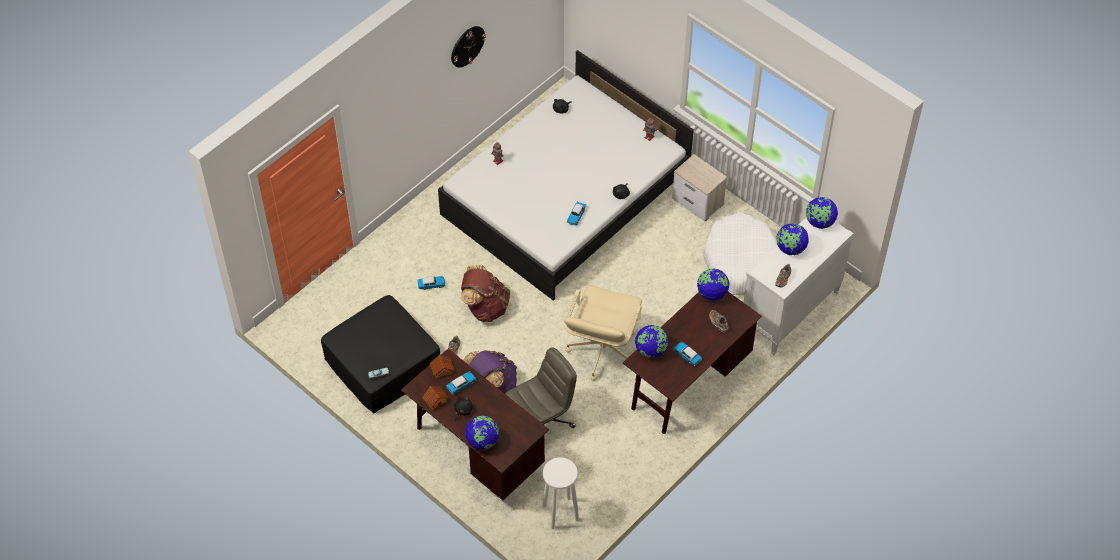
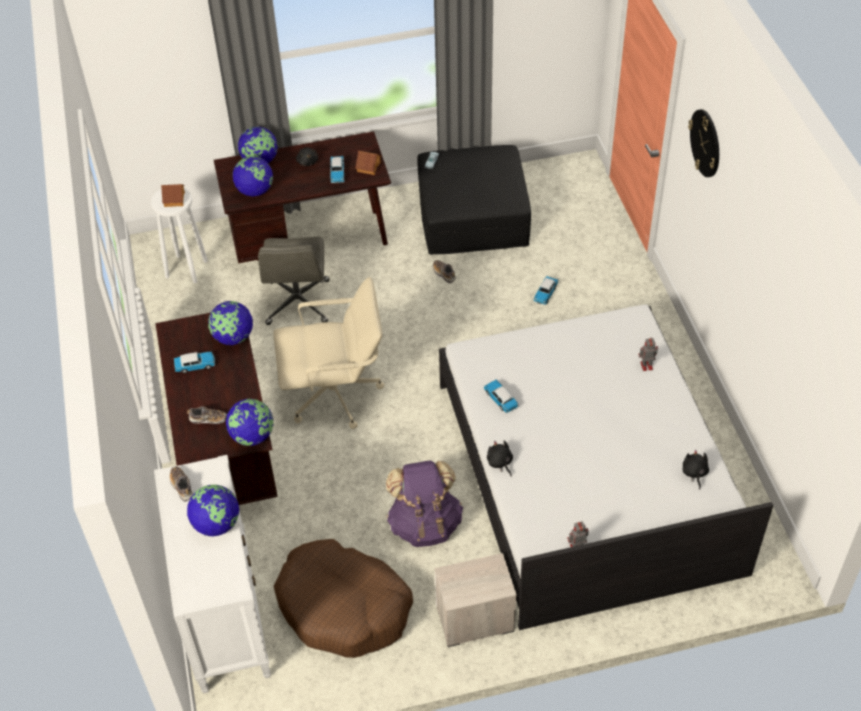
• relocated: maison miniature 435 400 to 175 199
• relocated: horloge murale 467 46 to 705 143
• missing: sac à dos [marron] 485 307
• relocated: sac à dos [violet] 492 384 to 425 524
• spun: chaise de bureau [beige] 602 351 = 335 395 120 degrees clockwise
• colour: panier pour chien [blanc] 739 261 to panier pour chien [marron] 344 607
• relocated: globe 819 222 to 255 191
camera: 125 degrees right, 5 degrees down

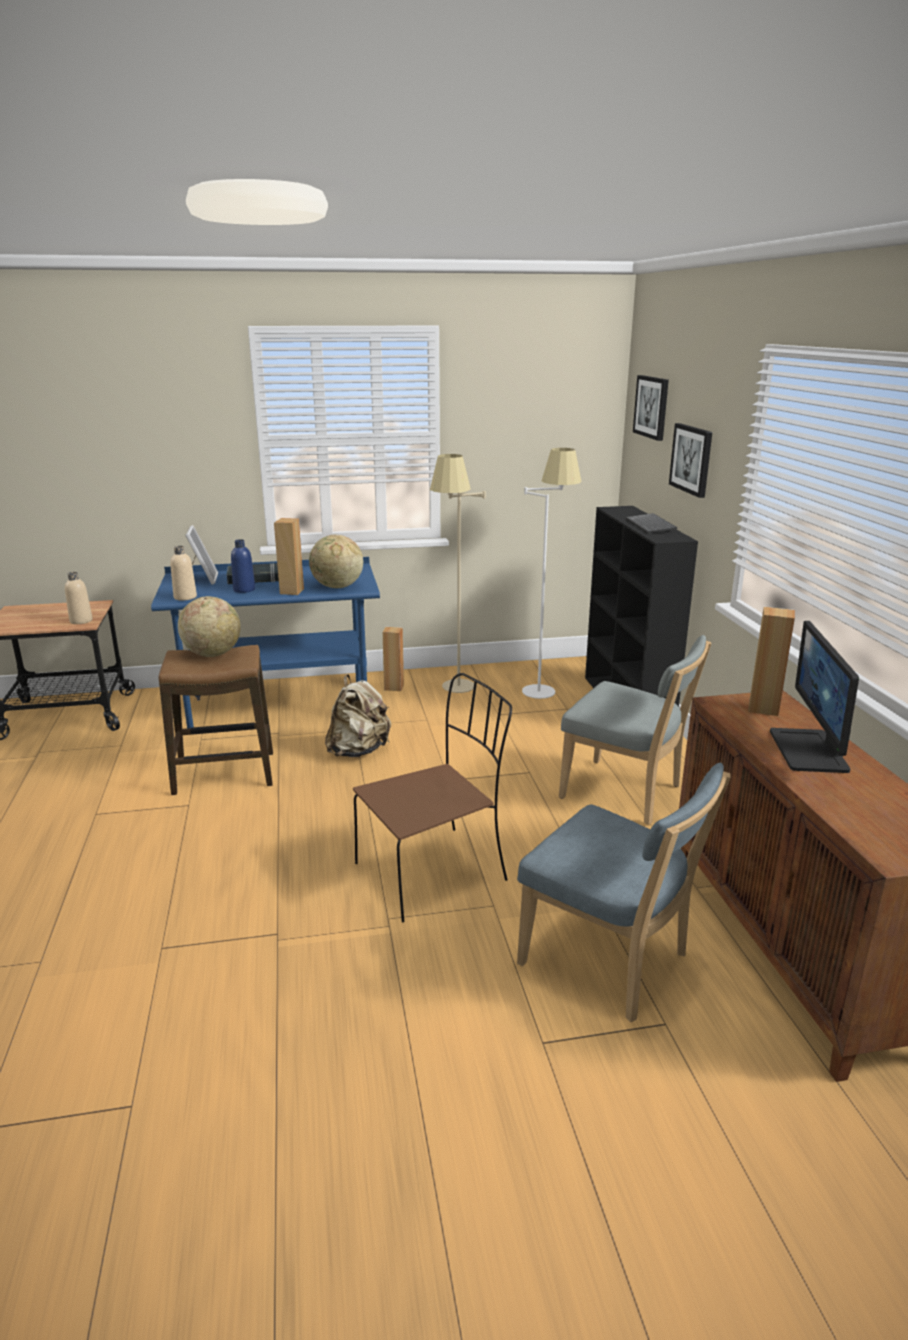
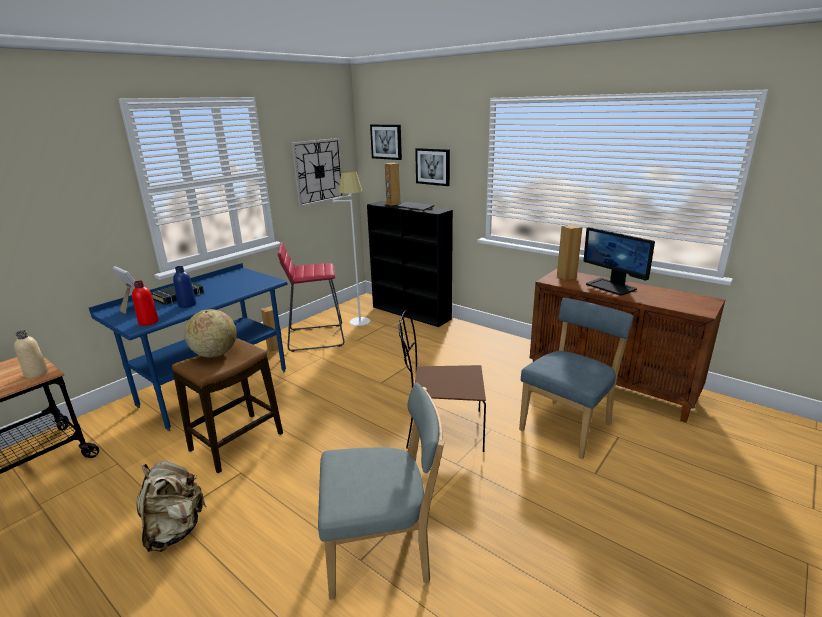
• colour: bouteille [beige] 185 597 to bouteille [rouge] 148 322
• relocated: enceinte [marron] 291 591 to 393 204
• missing: globe 337 587
• relocated: sac à dos [beige] 358 751 to 175 530
• spun: chaise [marron] 433 871 = 442 429 105 degrees counterclockwise
• exchanged: lampadaire [beige] 455 692 to tabouret [rouge] 315 337
• spun: chaise [bleu] 610 963 = 568 425 45 degrees counterclockwise
• relocated: chaise [gris] 626 794 to 383 551
• appeared: horloge murale 318 171
camera: 40 degrees left, 0 degrees up

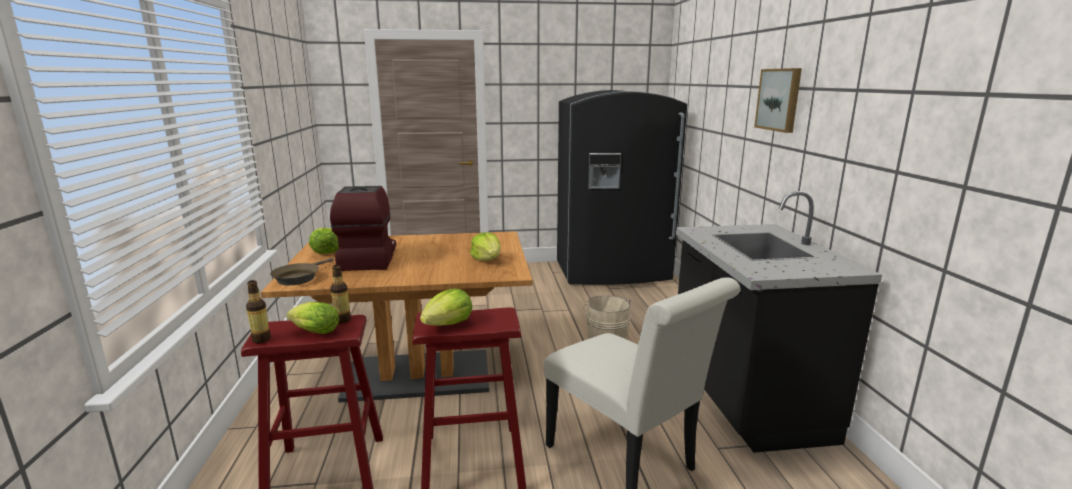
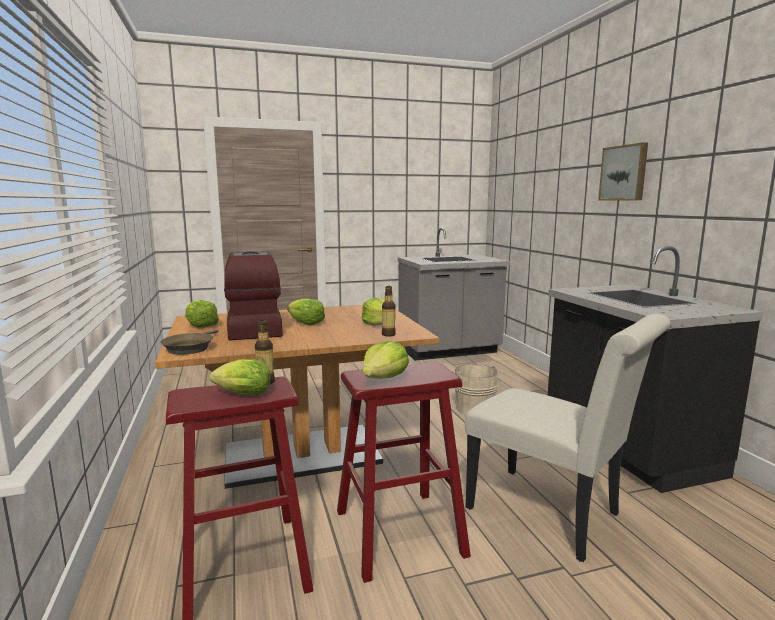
• relocated: bouteille 261 339 to 388 334
• exchanged: réfrigérateur [noir] 613 272 to comptoir de cuisine [gris] 449 351
• appeared: laitue 305 323
camera: 10 degrees left, 5 degrees down

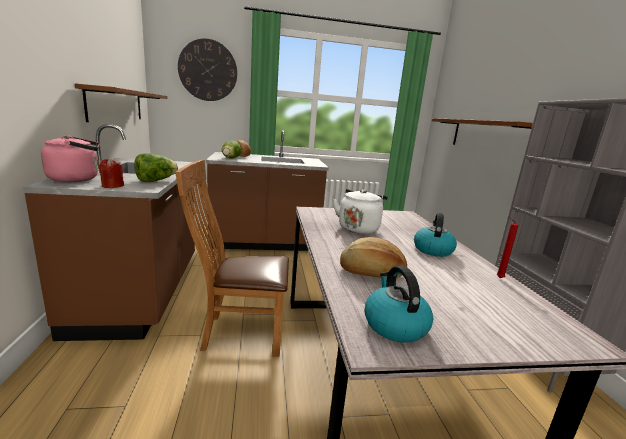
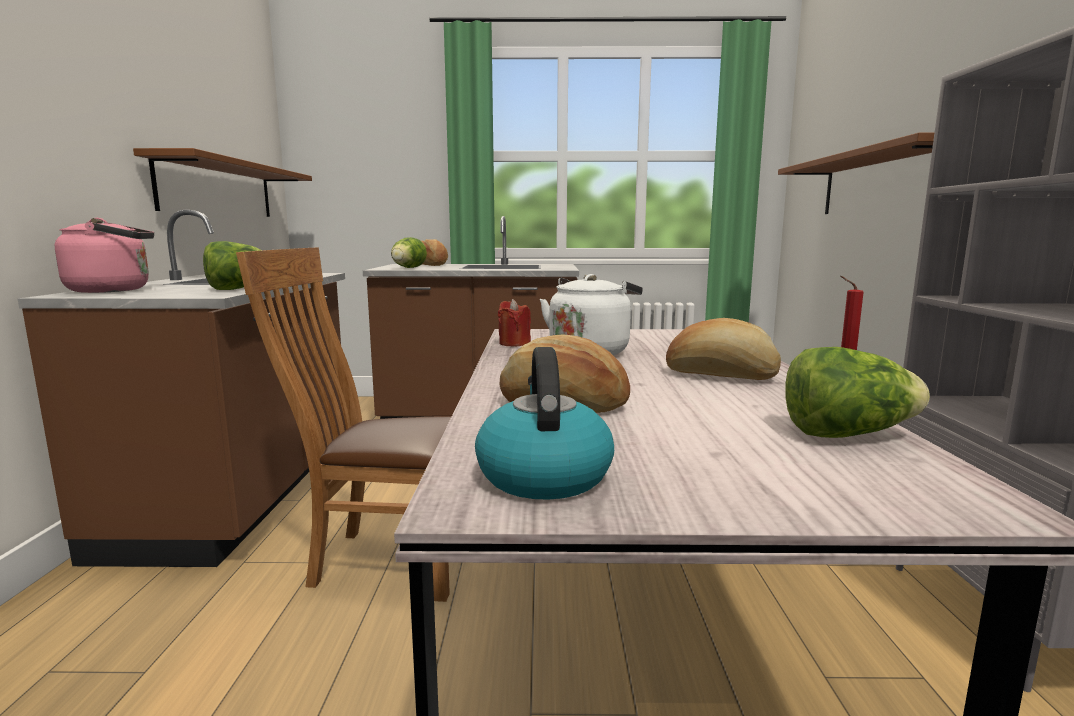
• relocated: bougie [rouge] 112 186 to 514 343
• missing: horloge murale 208 70
• exchanged: bouilloire 432 250 to pain 720 375
• appeared: laitue 846 434
camera: 10 degrees right, 5 degrees down

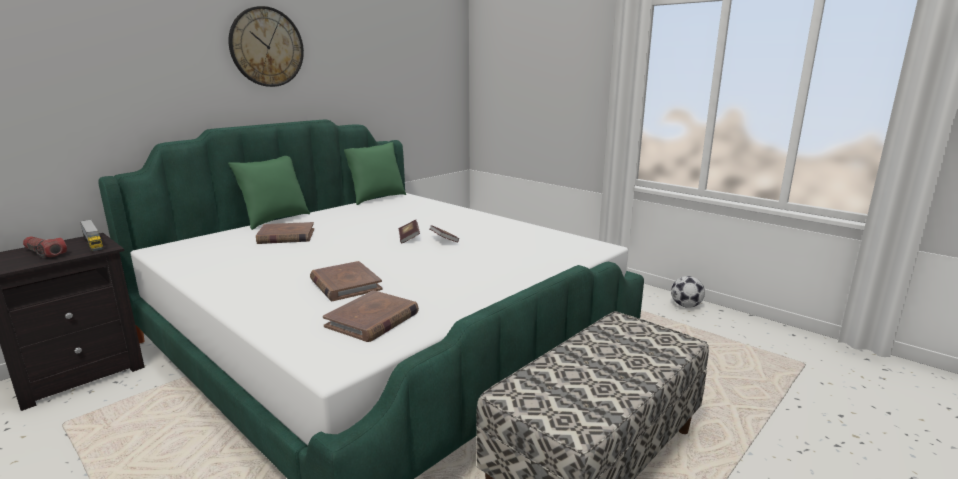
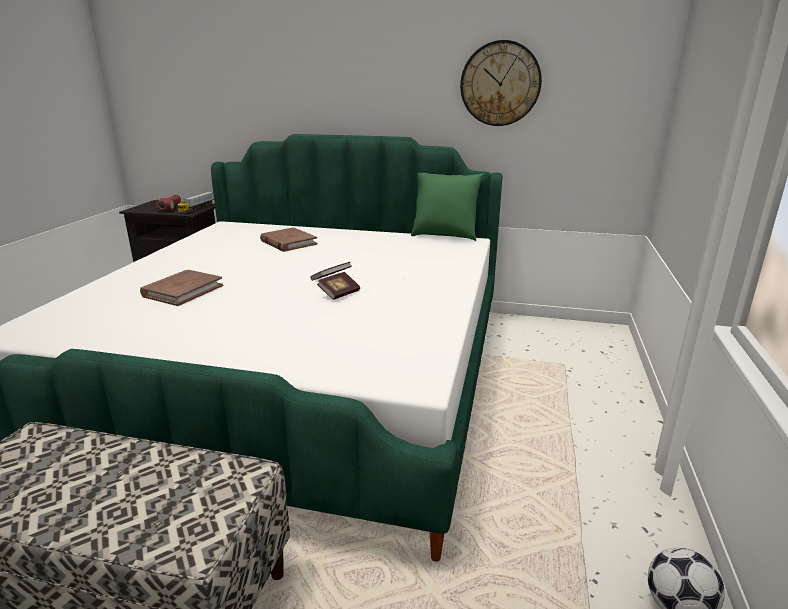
• missing: coussin [vert] 275 220
• relocated: horloge murale 266 47 to 500 84
• missing: livre [marron] 372 320
camera: 60 degrees right, 5 degrees up

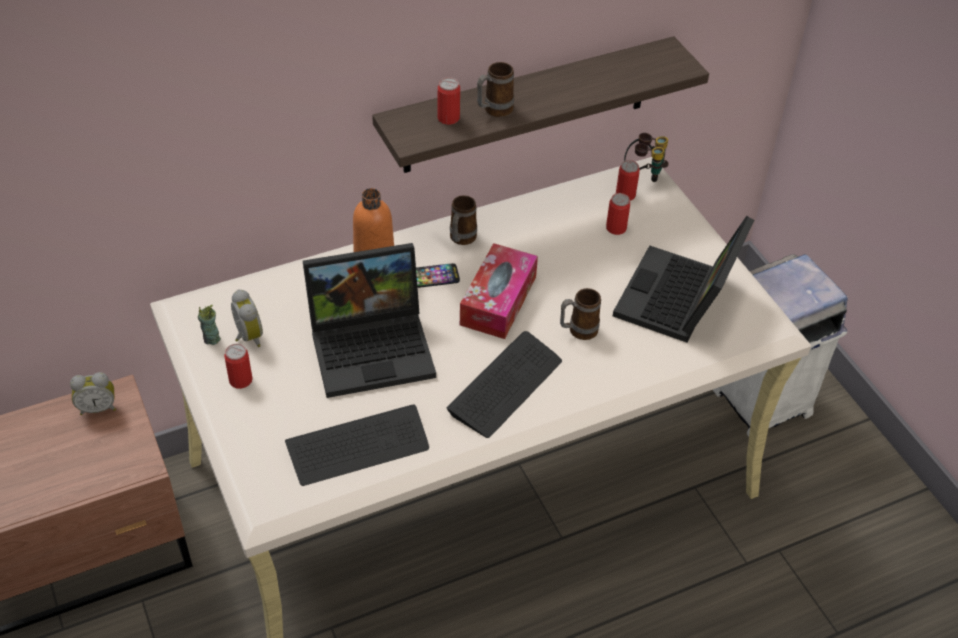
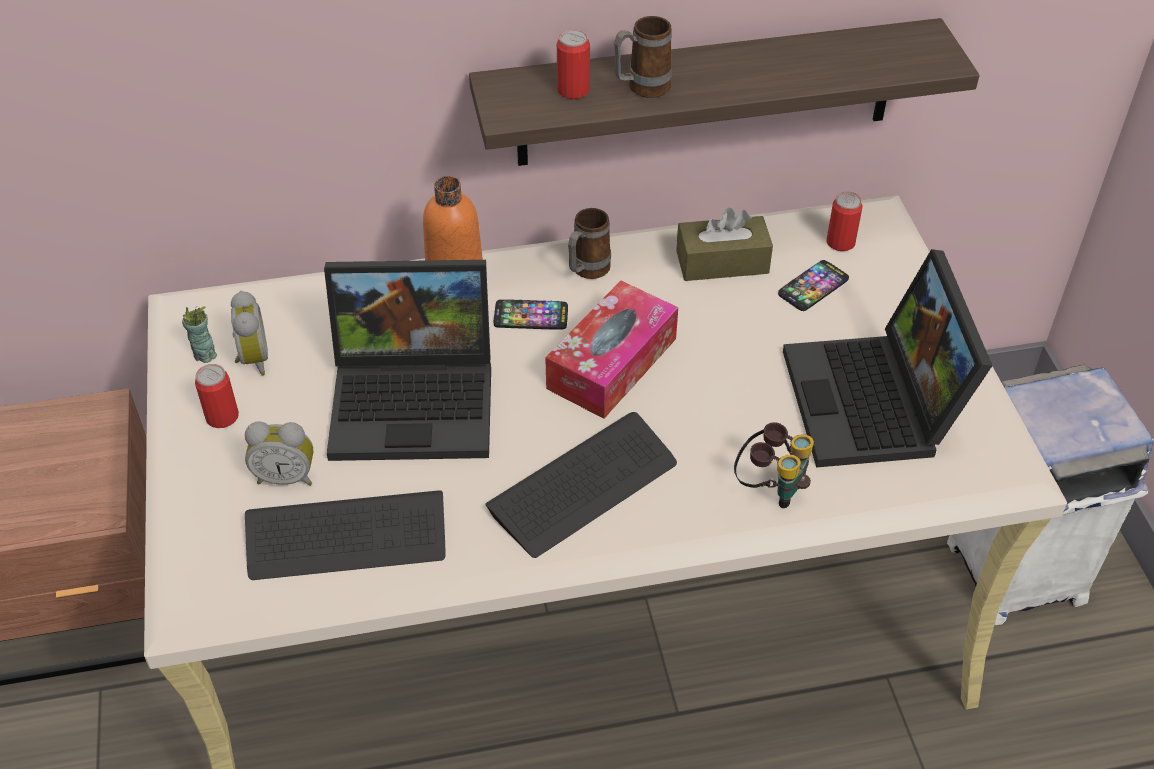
• relocated: réveil 98 407 to 286 476
• missing: mug 577 331
• exchanged: boîte métallique 616 228 to téléphone 813 287
• spun: ordinateur portable 678 301 = 876 404 45 degrees counterclockwise
• relocated: jumelles 644 173 to 771 487
• appeared: boîte à mouchoirs [marron] 722 262
camera: 15 degrees right, 0 degrees up

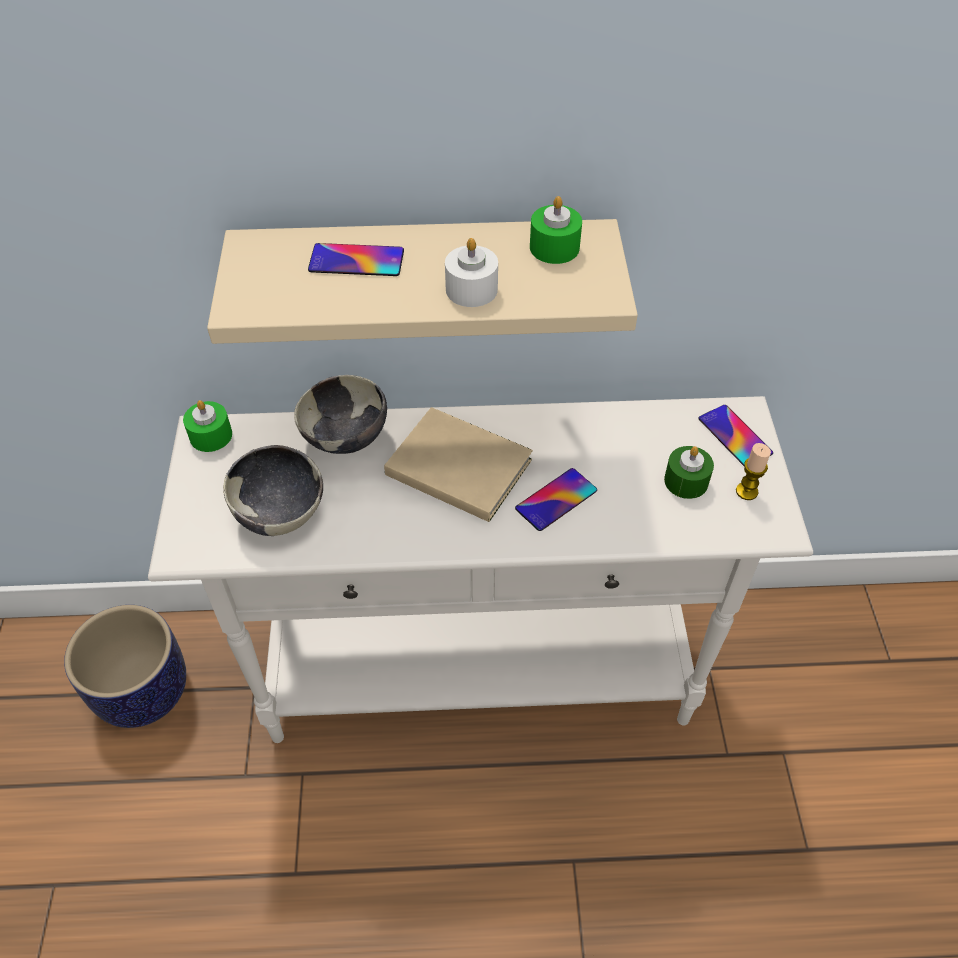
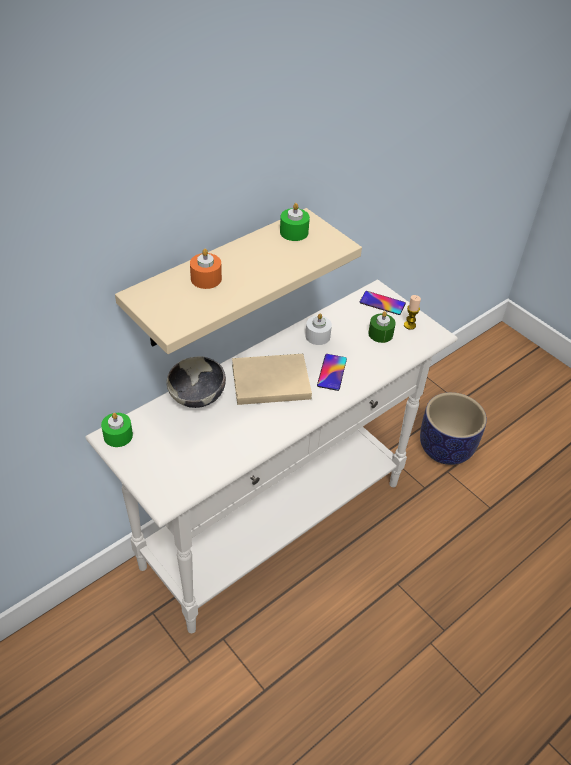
• relocated: cache-pot 145 691 to 445 448
• missing: bol 280 513
• exchanged: téléphone 356 261 to bougie [orange] 206 278
• relocated: bougie [blanc] 471 289 to 317 336
camera: 40 degrees left, 5 degrees down

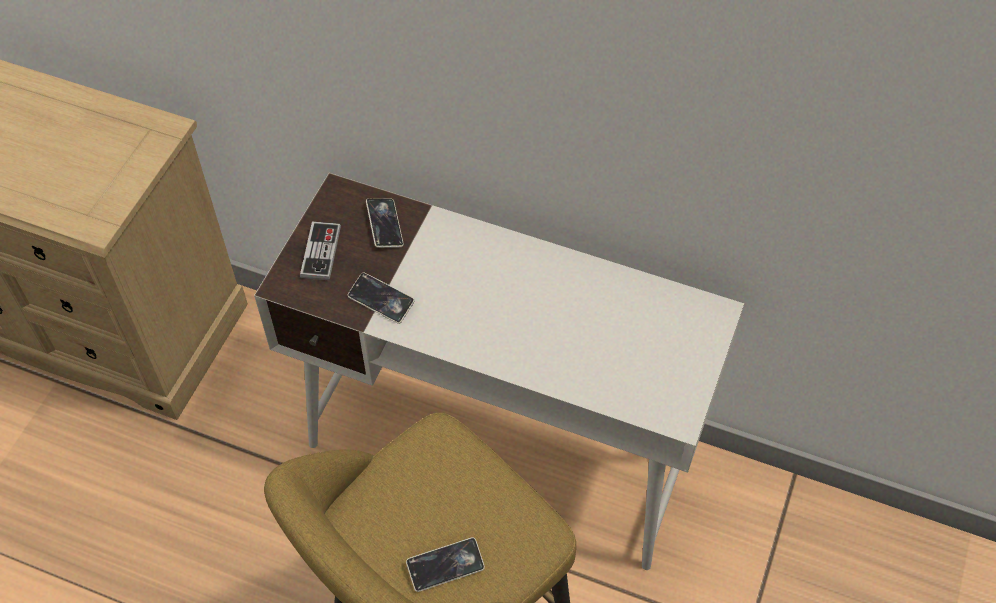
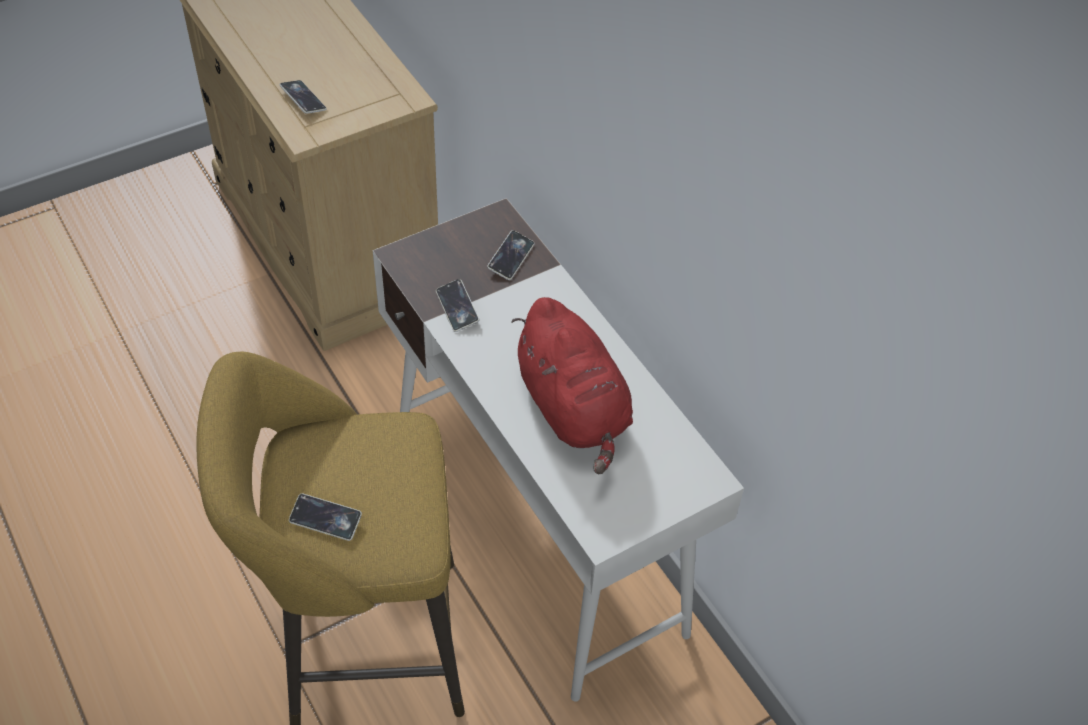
• missing: manette 321 252
• appeared: téléphone 303 100
• appeared: peluche [rouge] 574 410
camera: 35 degrees right, 5 degrees down

